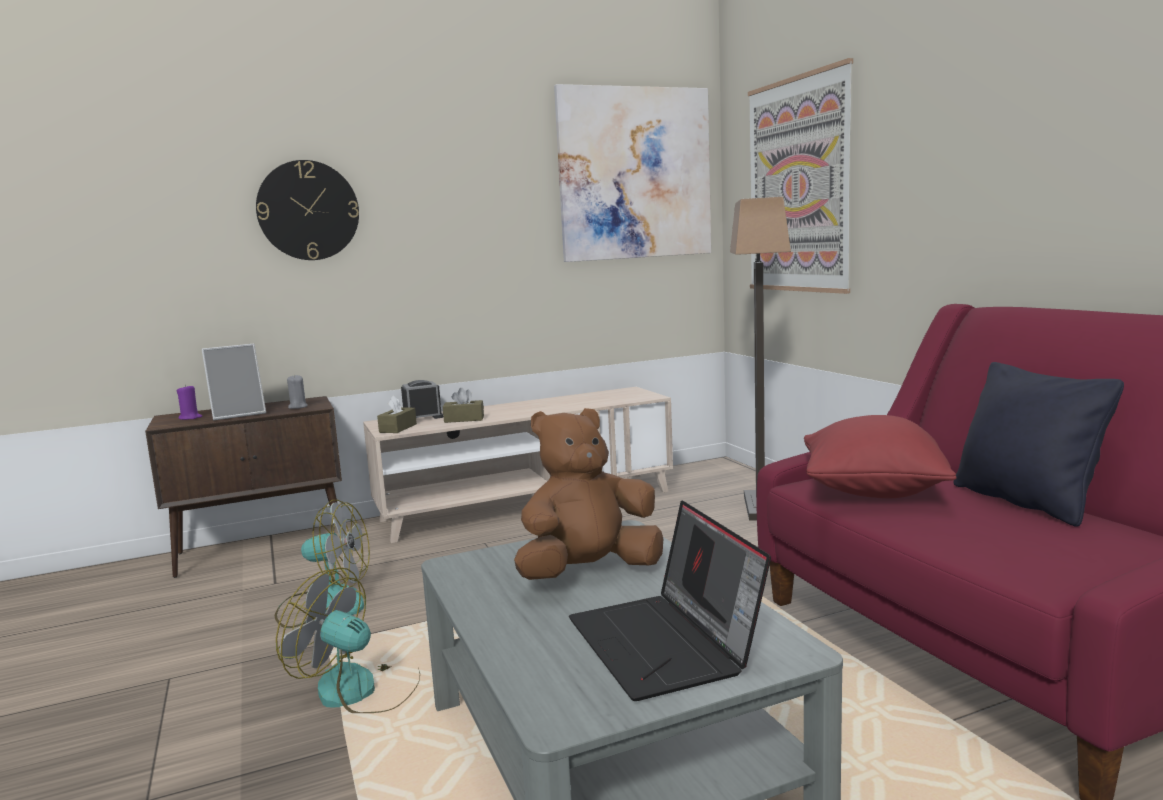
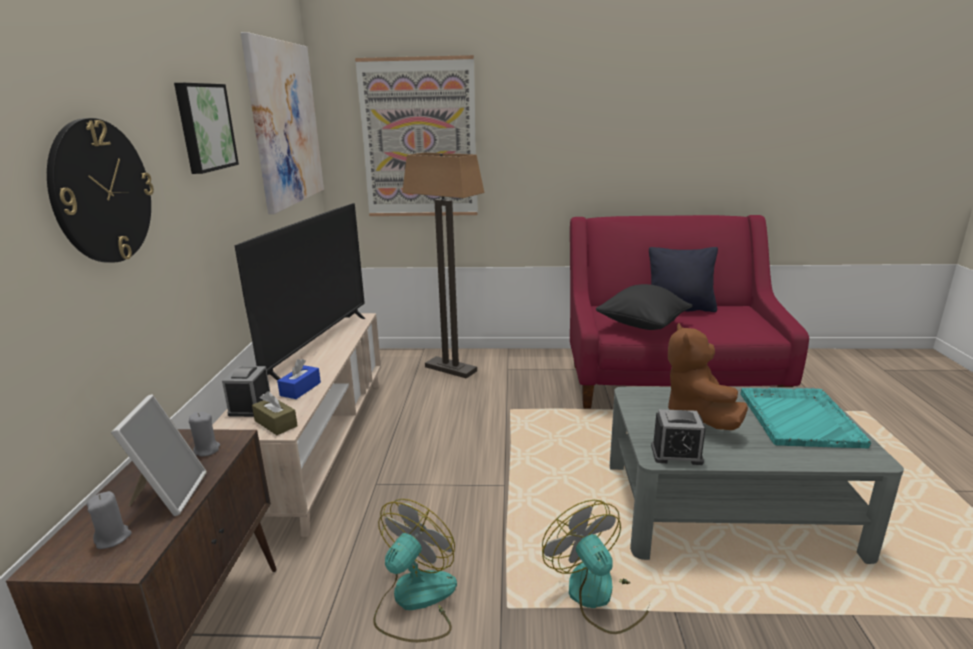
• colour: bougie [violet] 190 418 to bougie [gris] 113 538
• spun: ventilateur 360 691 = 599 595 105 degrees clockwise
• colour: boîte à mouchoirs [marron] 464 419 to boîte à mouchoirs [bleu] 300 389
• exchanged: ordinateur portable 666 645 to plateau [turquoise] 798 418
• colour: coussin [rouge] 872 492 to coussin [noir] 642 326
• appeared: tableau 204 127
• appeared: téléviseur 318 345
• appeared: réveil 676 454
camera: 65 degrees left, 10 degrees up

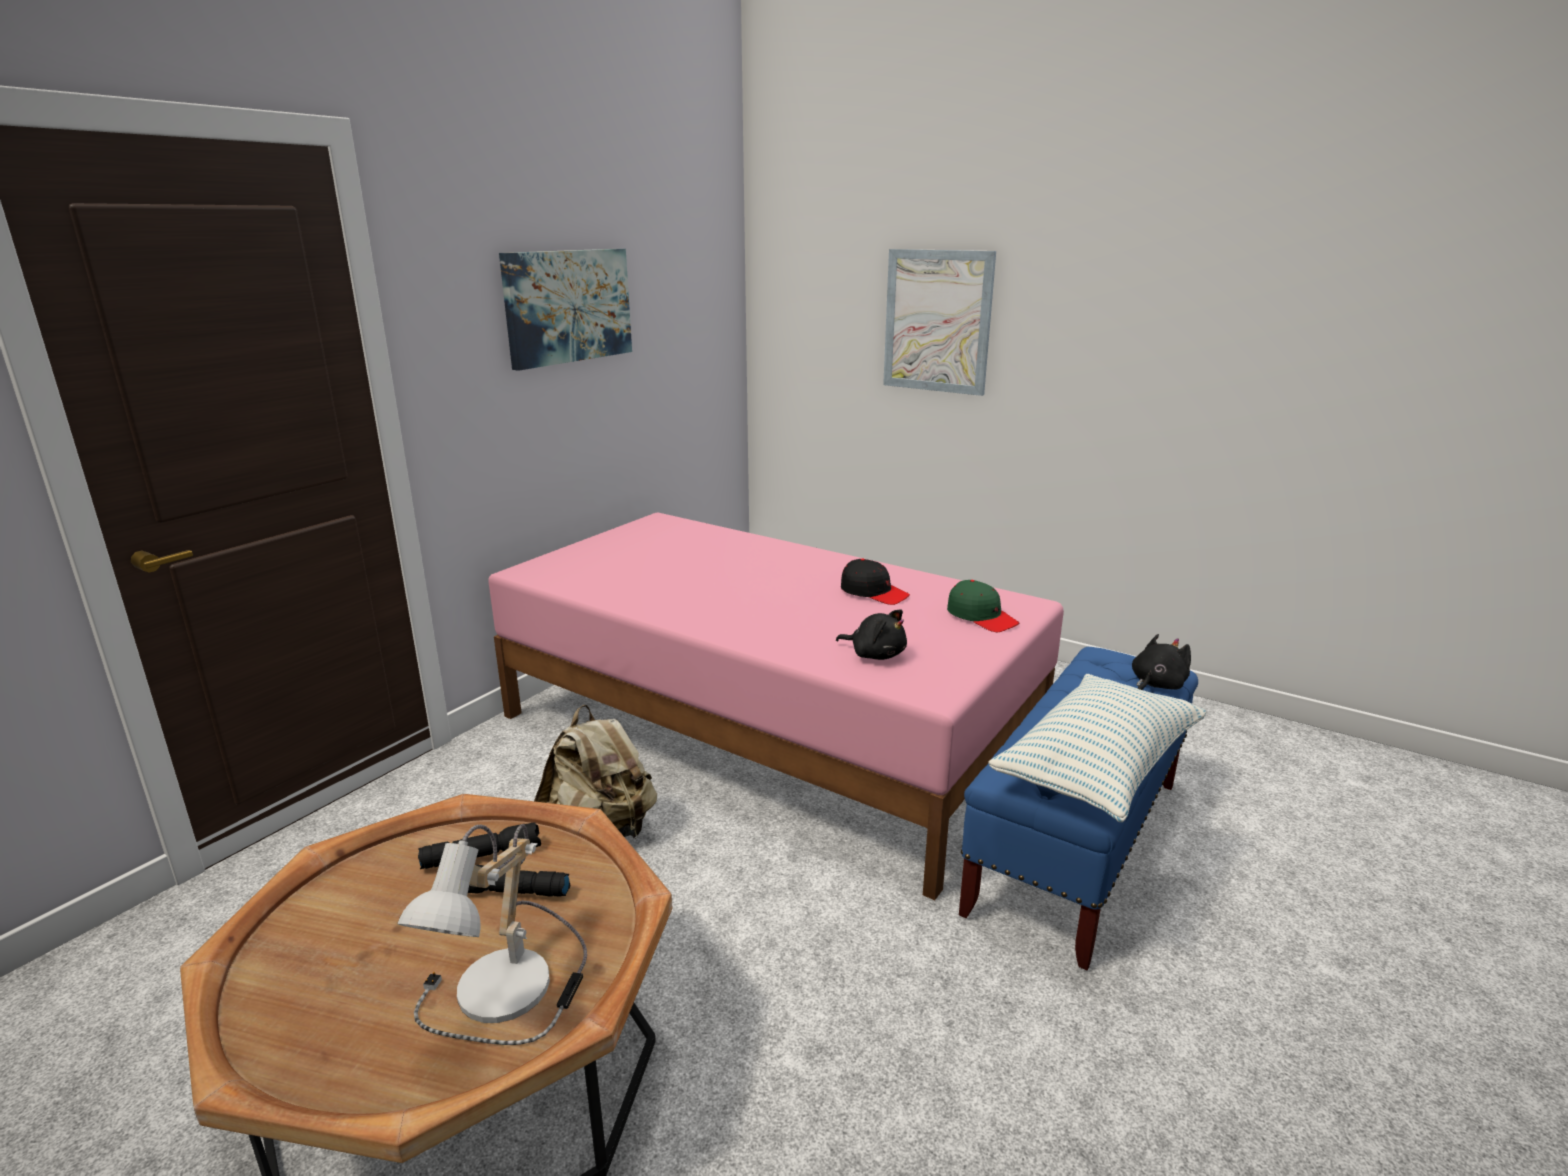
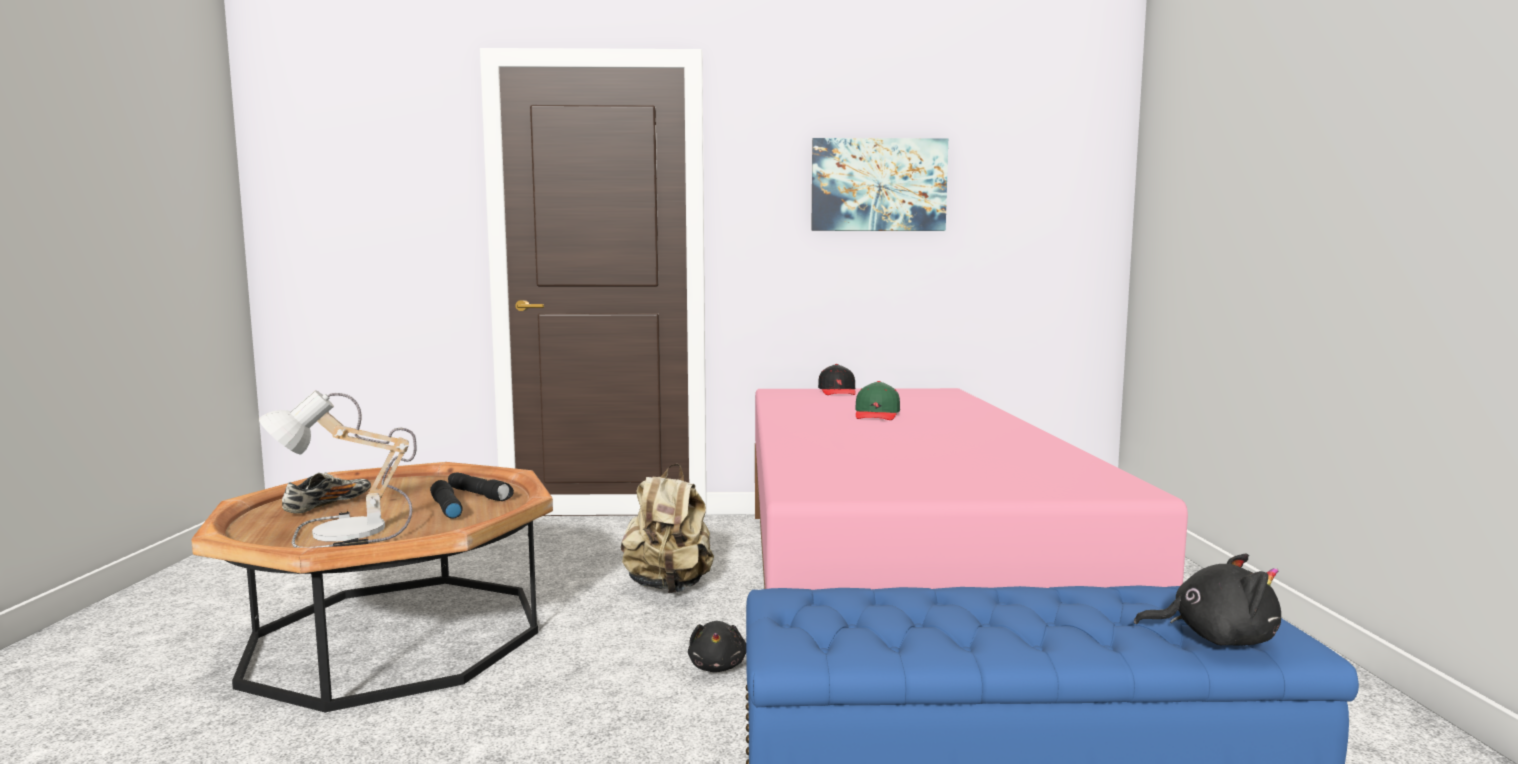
• relocated: peluche [noir] 875 654 to 717 666
• relocated: casquette [noir] 874 592 to 837 391
• missing: tableau 937 321
• relocated: casquette [vert] 981 617 to 877 414
• missing: coussin 1098 767
• appeared: chaussure 328 505
camera: 55 degrees right, 15 degrees down

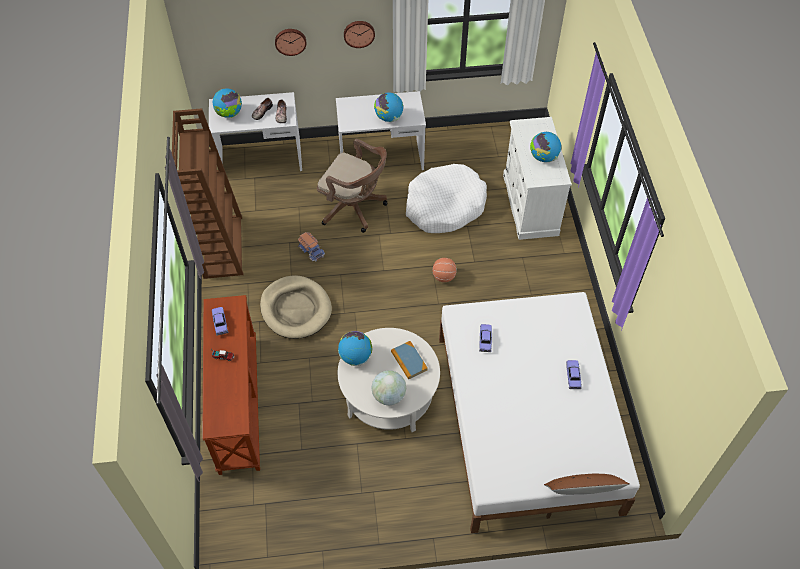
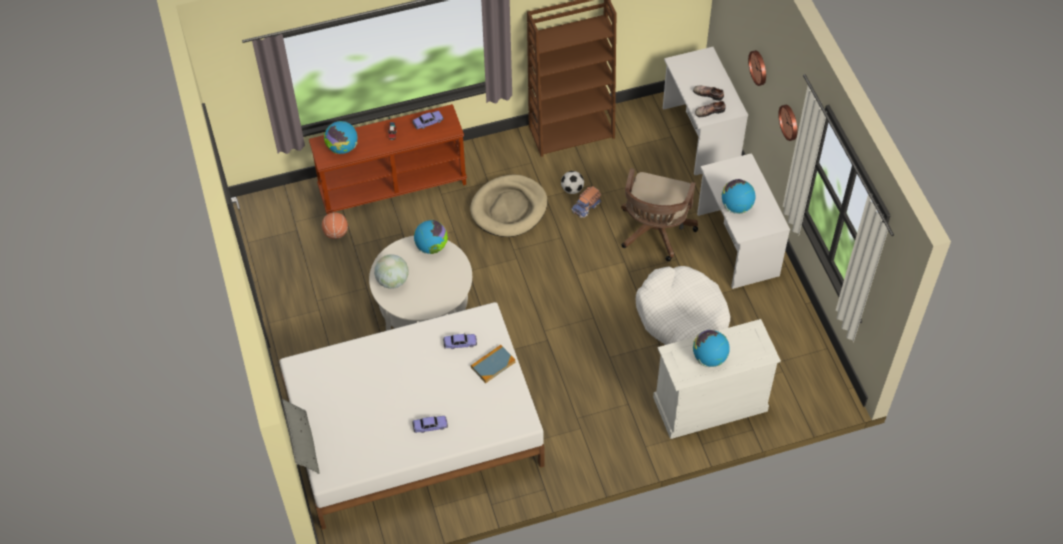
• relocated: globe 229 113 to 342 148
• relocated: livre 409 361 to 493 364
• relocated: ballon de basket 444 276 to 336 233
• colour: coussin [marron] 583 490 to coussin [gris] 303 444
• appeared: ballon de foot 572 189
camera: 80 degrees right, 0 degrees up

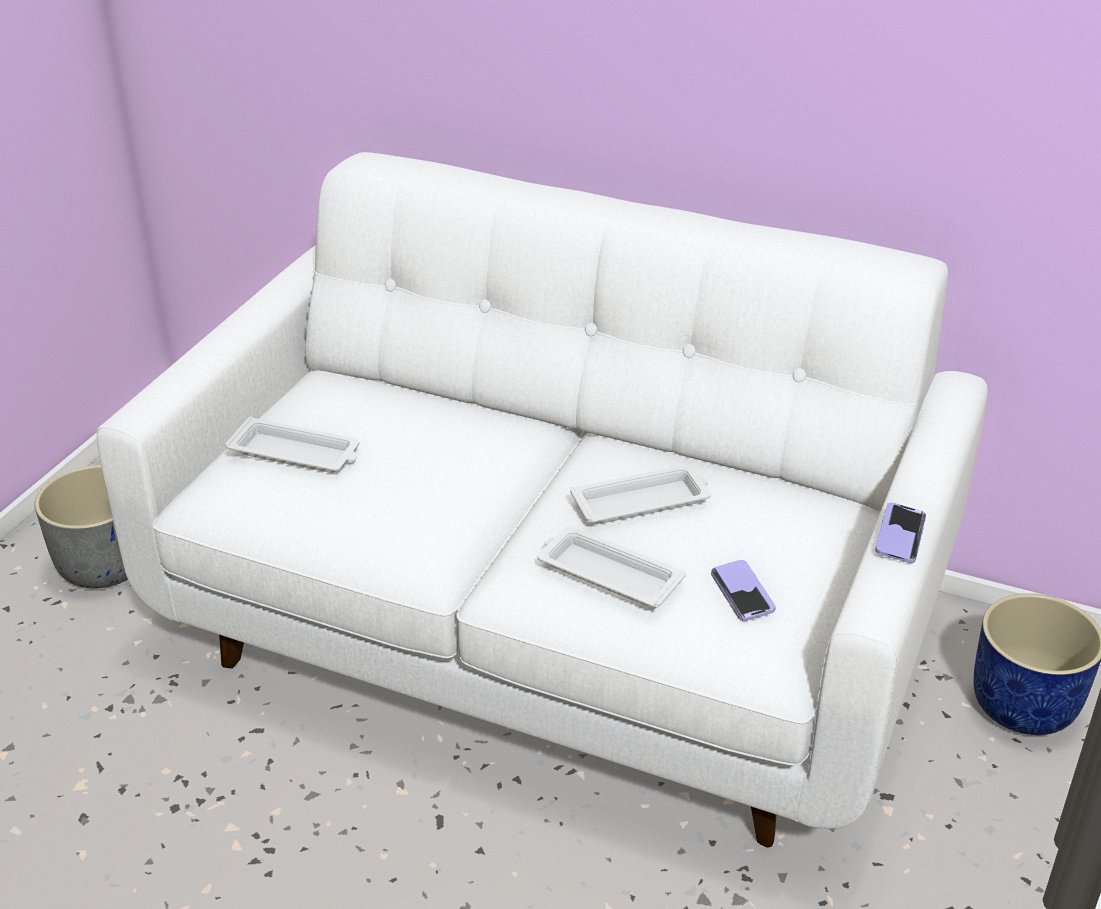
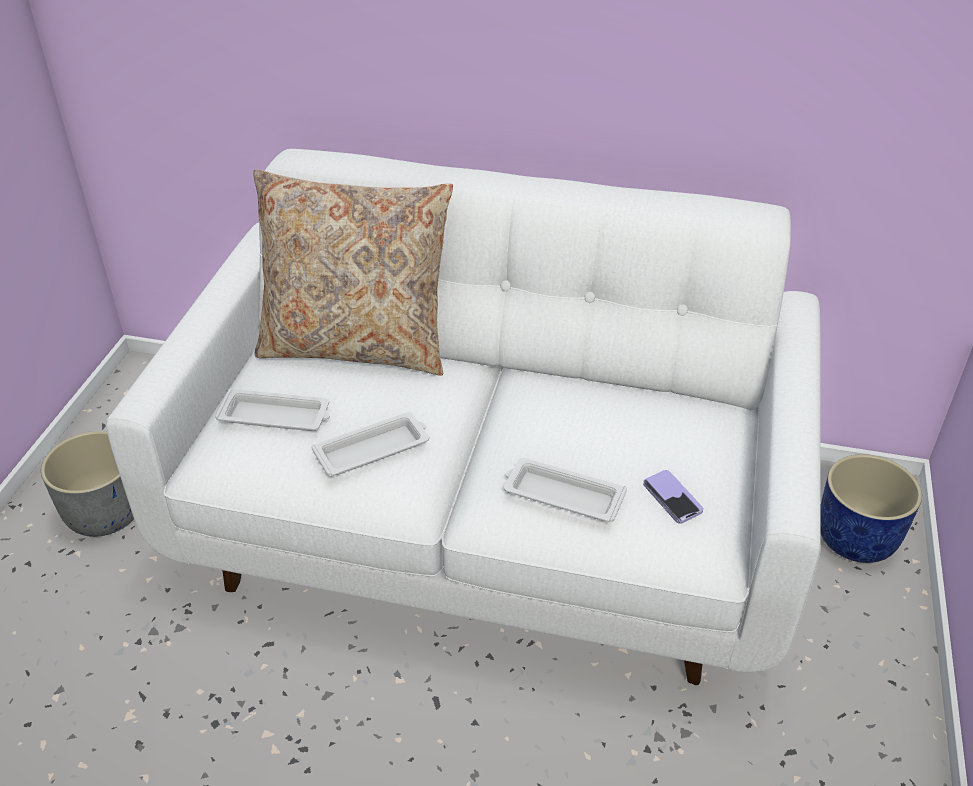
• relocated: plateau [blanc] 643 502 to 374 449
• missing: téléphone 900 535
• appeared: coussin [beige] 357 346
camera: 10 degrees left, 5 degrees up

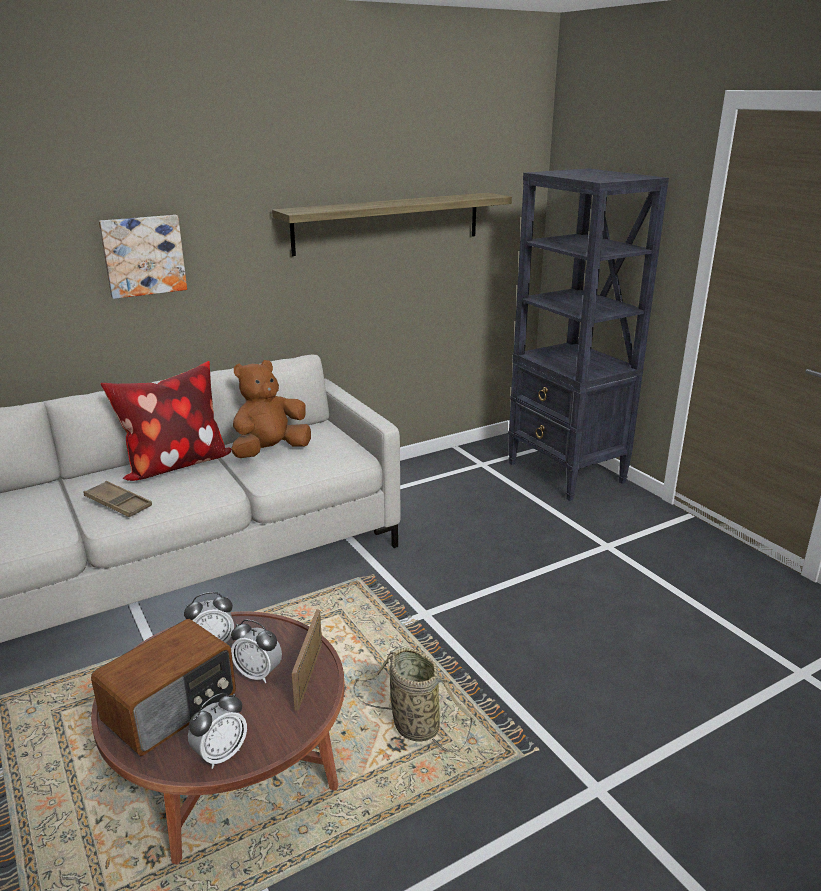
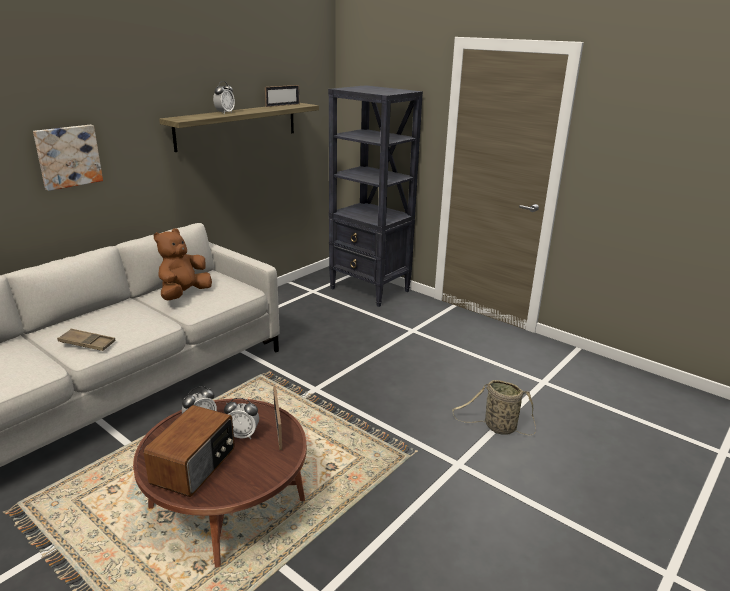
• missing: coussin 175 465
• relocated: réveil 220 754 to 225 113
• relocated: panier 412 725 to 497 427
• appeared: cadre photo 282 105
camera: 20 degrees left, 0 degrees up

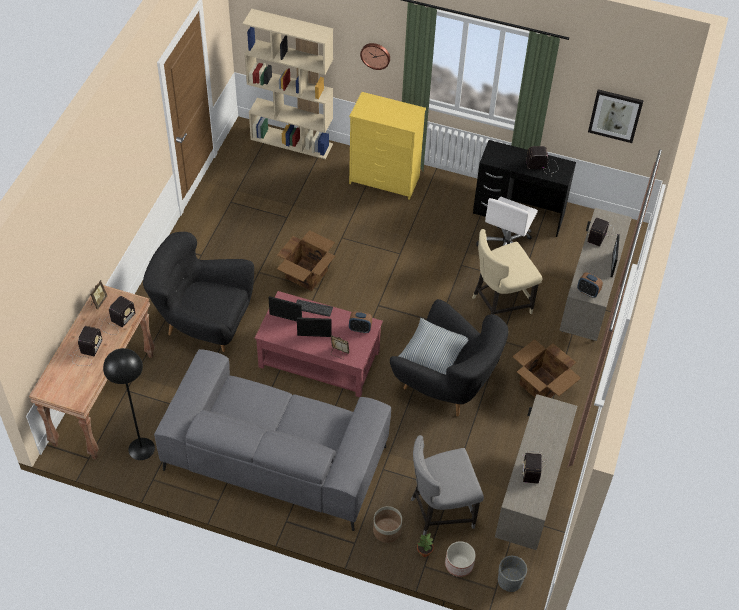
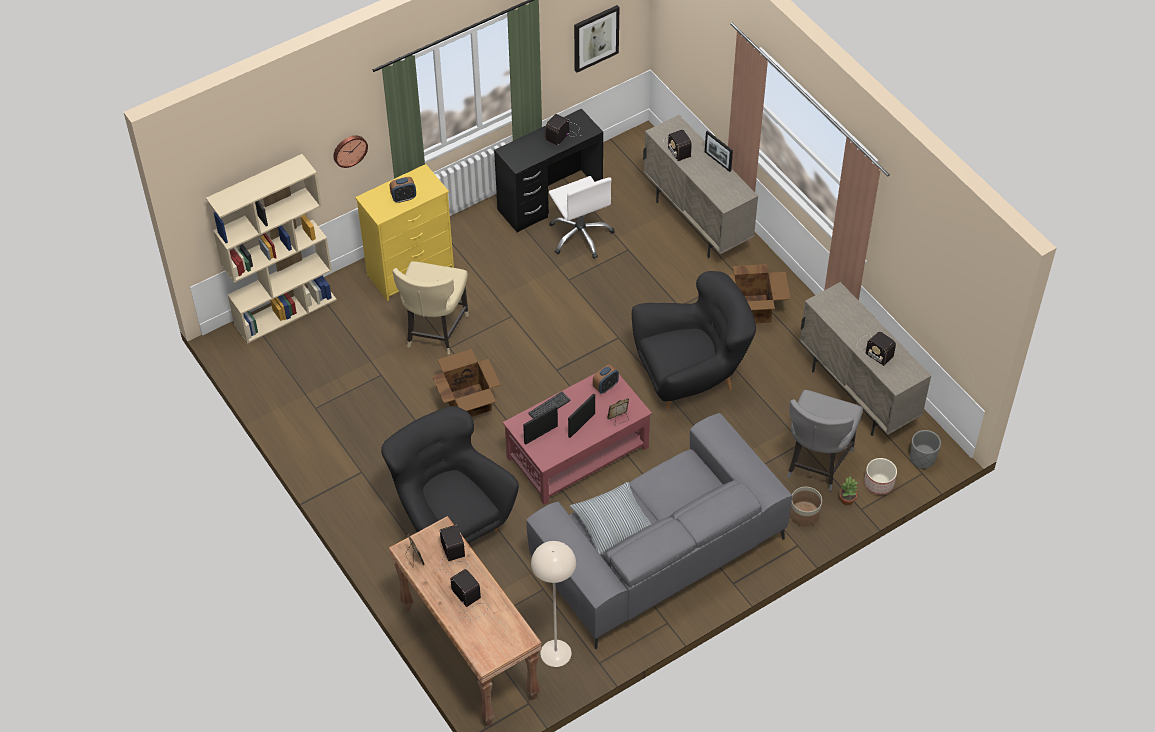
• colour: lampadaire [noir] 141 449 to lampadaire [beige] 555 653
• spun: fauteuil [noir] 203 323 = 450 519 90 degrees clockwise
• relocated: coussin 433 352 to 613 523
• relocated: chaise [beige] 499 304 to 434 331
• relocated: réveil 588 292 to 403 198
camera: 50 degrees left, 0 degrees up

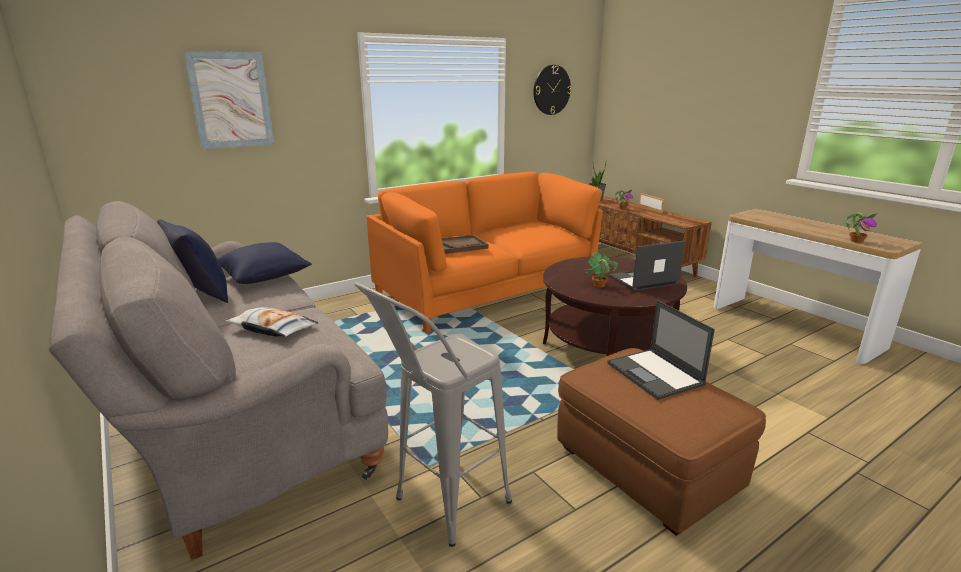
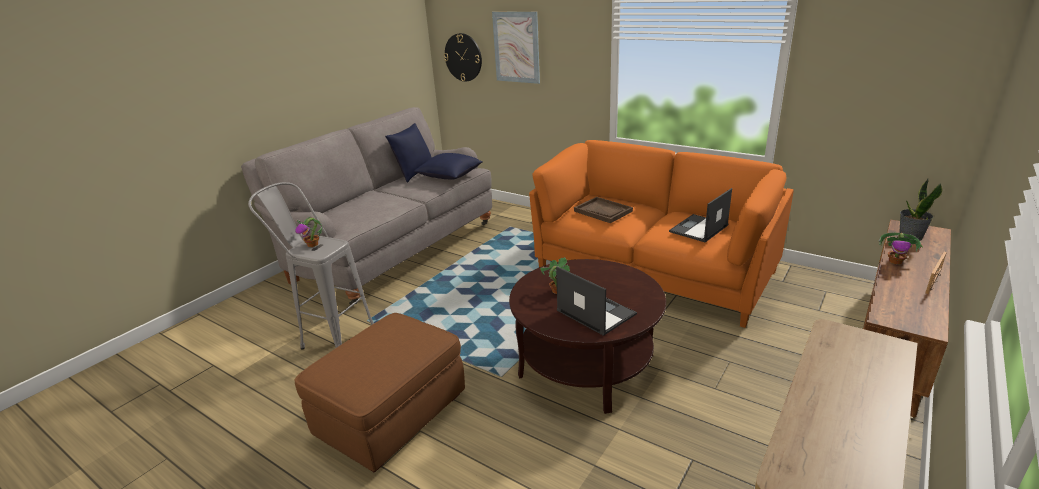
• missing: coussin 273 329
• relocated: horloge murale 551 90 to 463 57
• relocated: ordinateur portable 655 374 to 698 229
• relocated: plante en pot 856 241 to 313 244
camera: 70 degrees right, 5 degrees up

